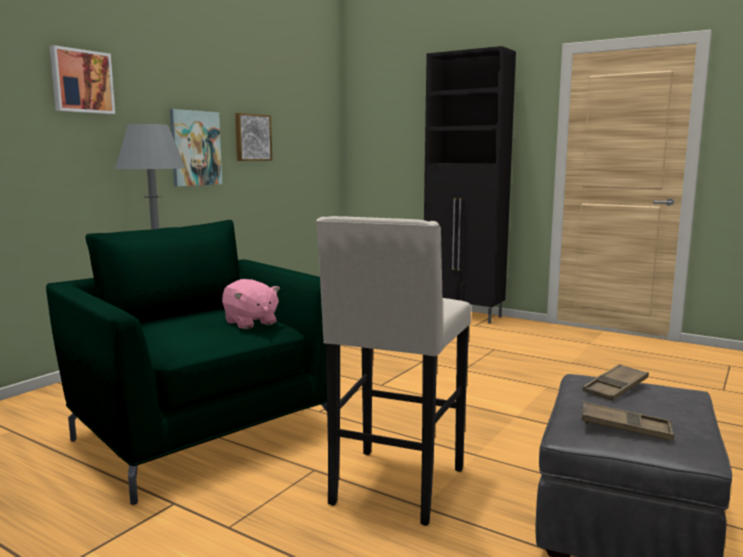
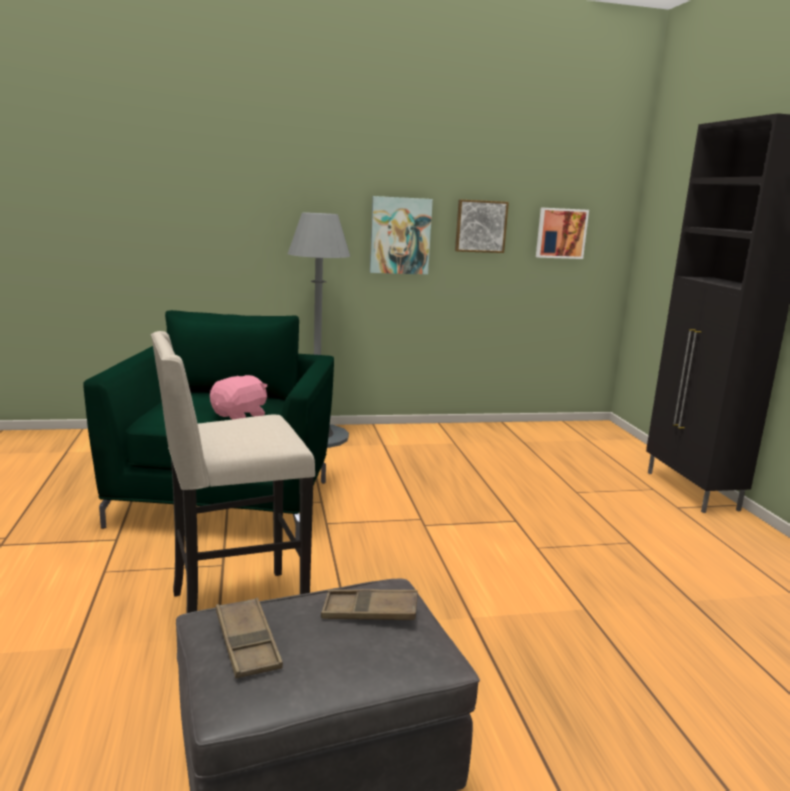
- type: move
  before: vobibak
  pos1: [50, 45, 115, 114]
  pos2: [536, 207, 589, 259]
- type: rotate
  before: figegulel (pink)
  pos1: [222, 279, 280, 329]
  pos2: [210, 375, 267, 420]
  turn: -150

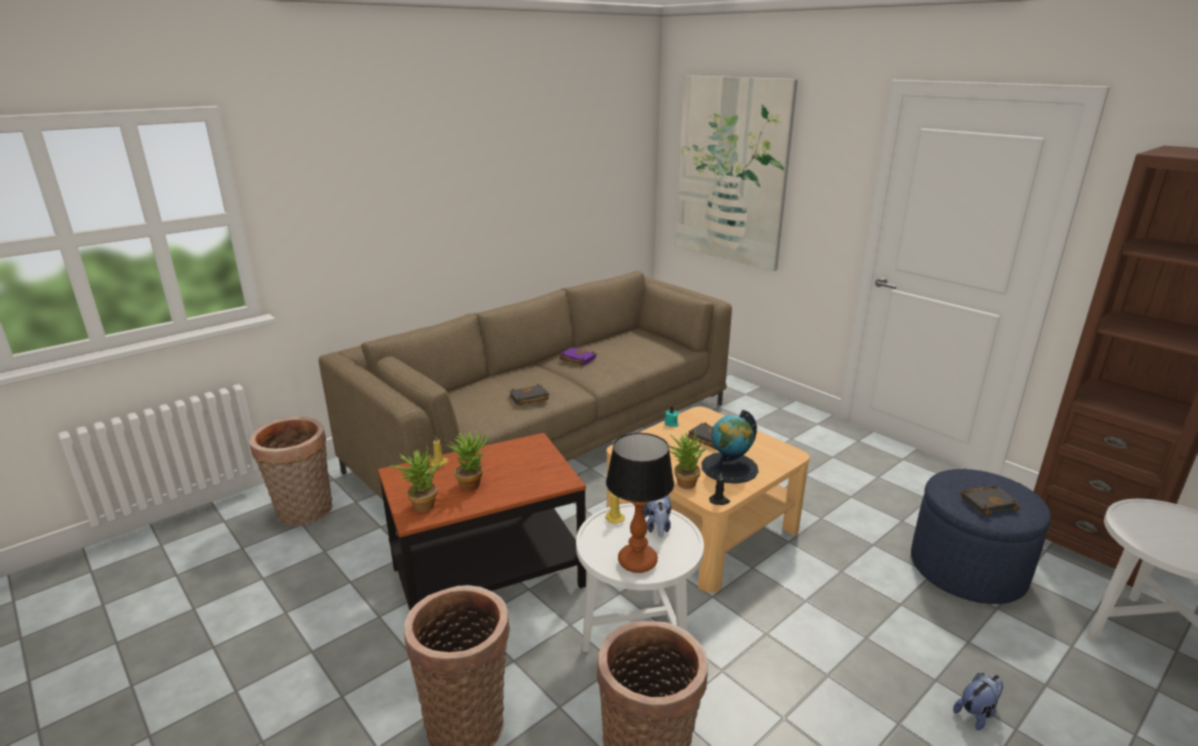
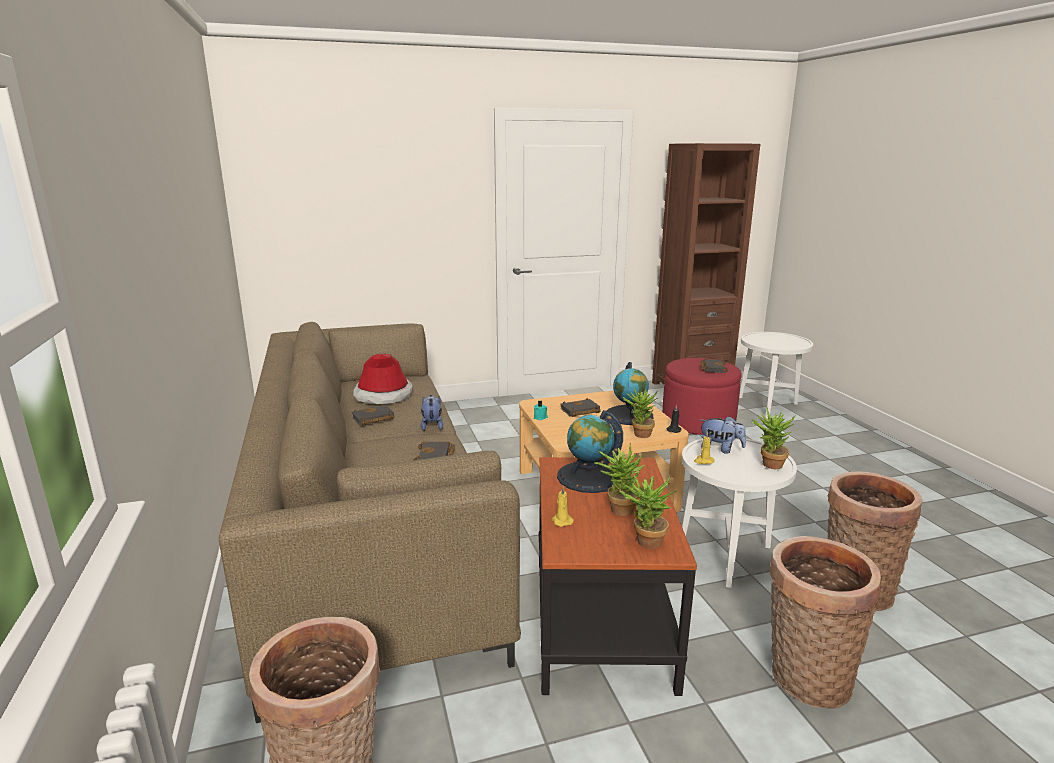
- type: delete
  before: vobibak
  pos1: [675, 75, 798, 271]
- type: recolor
  before: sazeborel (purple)
  after: sazeborel (black)
  pos1: [559, 347, 597, 365]
  pos2: [352, 404, 394, 426]
- type: replace
  before: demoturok
  after: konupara
  pos1: [606, 433, 674, 573]
  pos2: [751, 408, 796, 469]
- type: recolor
  before: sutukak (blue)
  after: sutukak (red)
  pos1: [911, 469, 1051, 604]
  pos2: [662, 358, 742, 435]
- type: move
  before: figegulel
  pos1: [953, 673, 1003, 730]
  pos2: [421, 395, 443, 431]
- type: insert
  after: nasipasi
  pos2: [353, 354, 413, 404]
- type: insert
  after: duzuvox
  pos2: [557, 410, 623, 493]

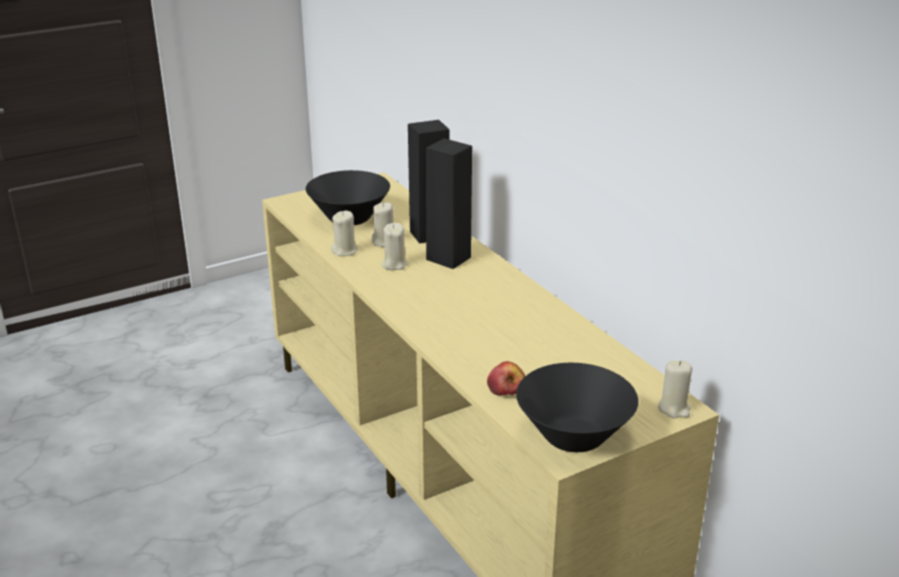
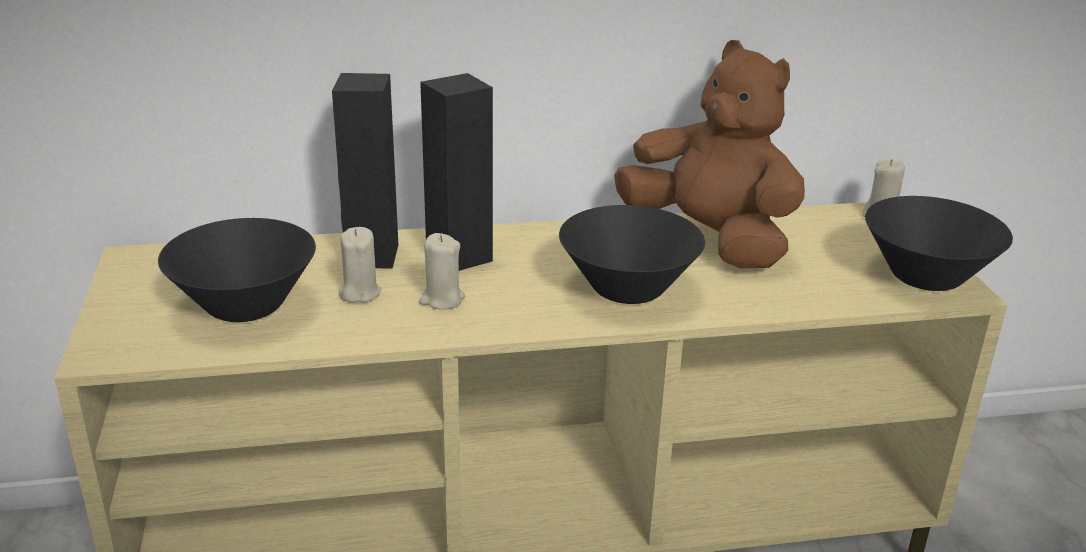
- type: delete
  before: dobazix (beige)
  pos1: [331, 211, 358, 256]
- type: delete
  before: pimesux
  pos1: [487, 361, 525, 395]
- type: insert
  after: figegulel (brown)
  pos2: [614, 40, 805, 268]
- type: insert
  after: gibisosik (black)
  pos2: [559, 205, 705, 304]

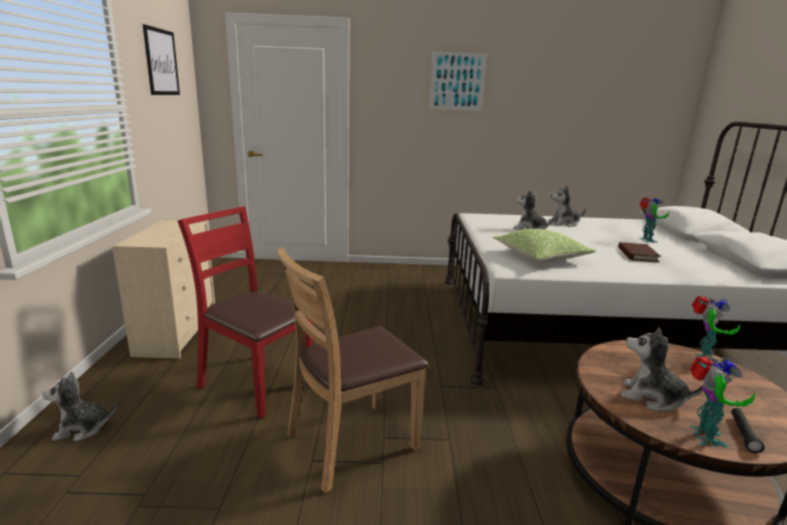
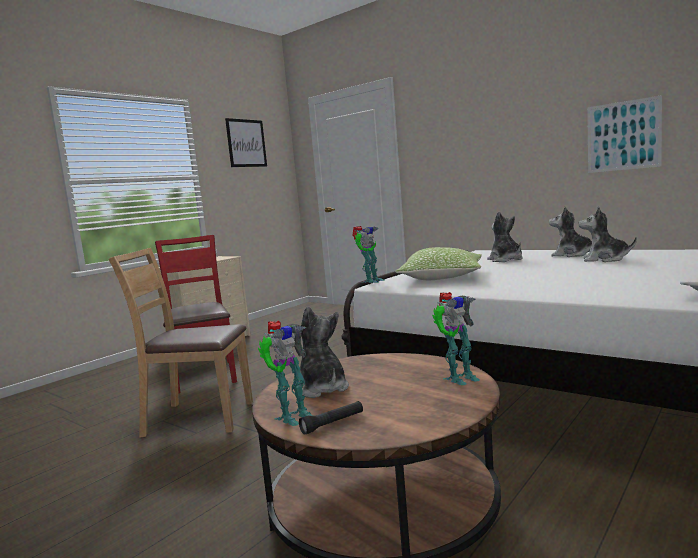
- type: move
  before: vobibak
  pos1: [429, 52, 487, 111]
  pos2: [587, 95, 662, 173]
- type: move
  before: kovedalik
  pos1: [638, 197, 669, 243]
  pos2: [352, 226, 384, 283]
- type: delete
  before: sazeborel (brown)
  pos1: [618, 242, 661, 262]
- type: move
  before: figegulel
  pos1: [42, 372, 116, 442]
  pos2: [578, 206, 637, 262]

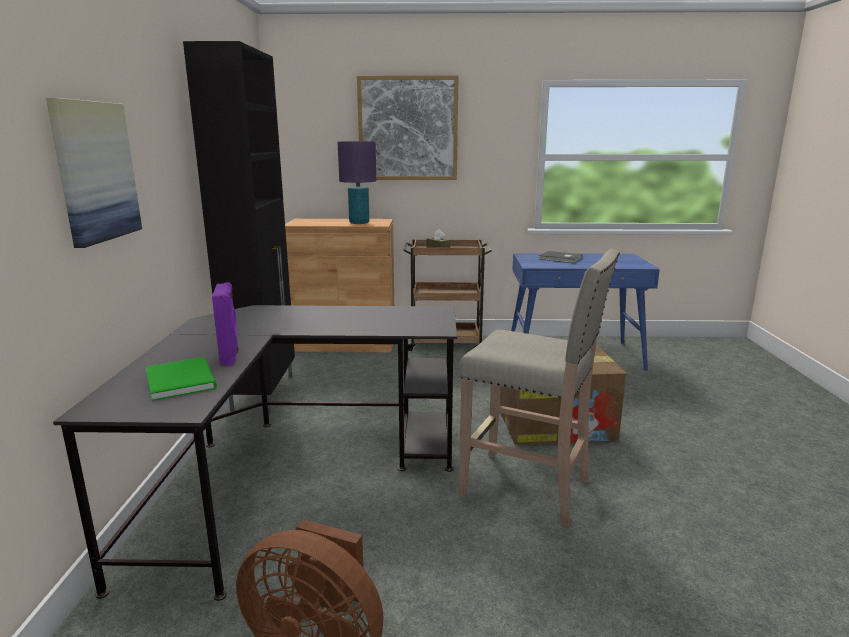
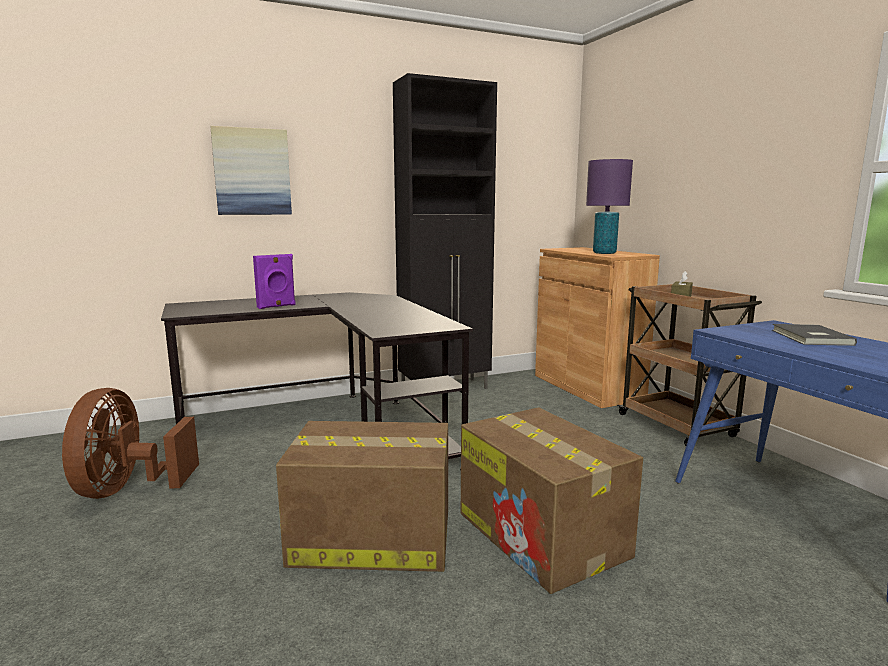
- type: delete
  before: vobibak
  pos1: [357, 75, 459, 180]
- type: replace
  before: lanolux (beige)
  after: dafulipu
  pos1: [459, 249, 620, 527]
  pos2: [276, 421, 448, 572]
- type: delete
  before: sazeborel (green)
  pos1: [146, 357, 217, 401]

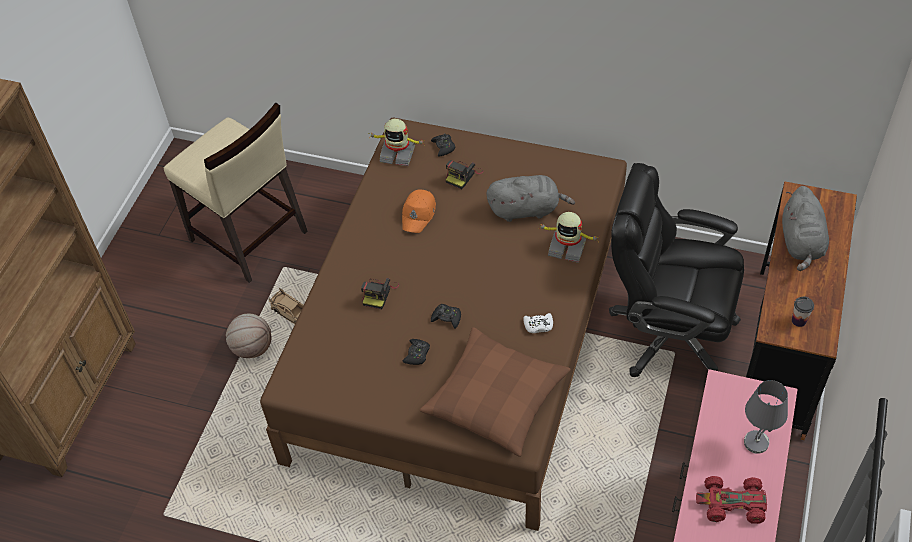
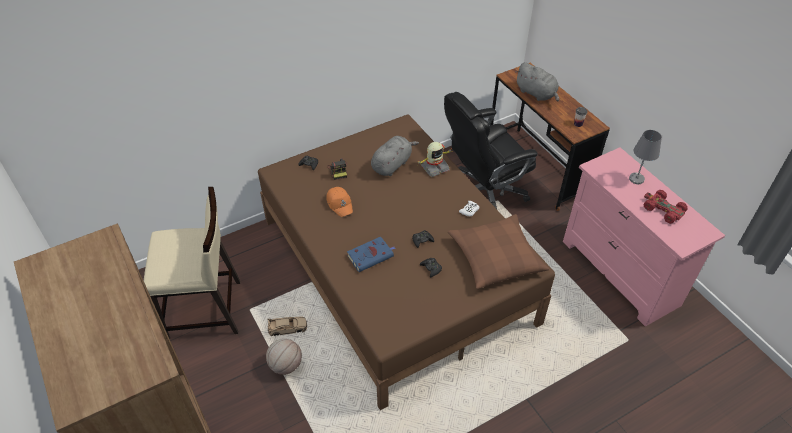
- type: delete
  before: kovedalik
  pos1: [368, 119, 425, 166]
- type: replace
  before: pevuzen
  after: sazeborel (blue)
  pos1: [361, 278, 399, 309]
  pos2: [347, 237, 396, 272]
- type: rotate
  before: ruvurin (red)
  pos1: [696, 476, 767, 524]
  pos2: [644, 190, 688, 224]
  turn: 90

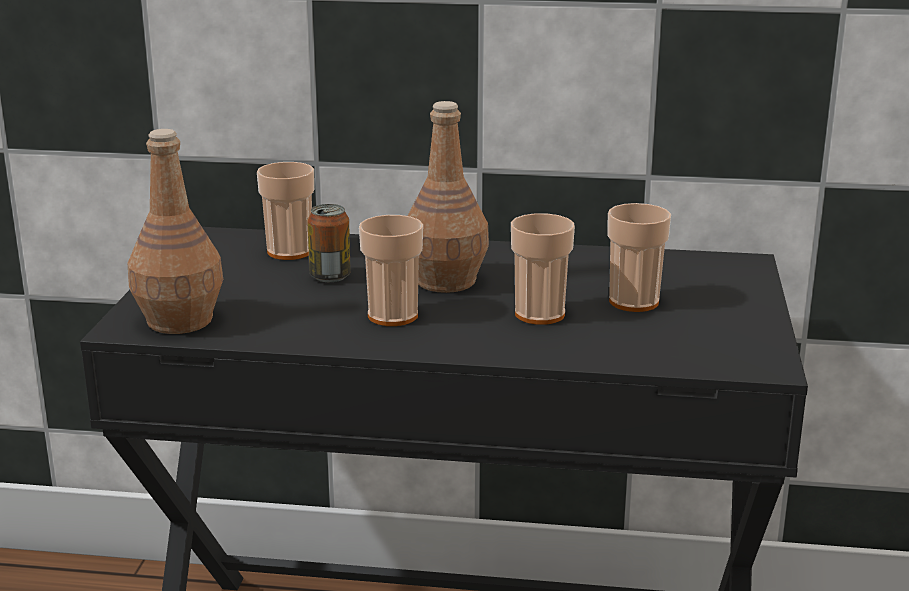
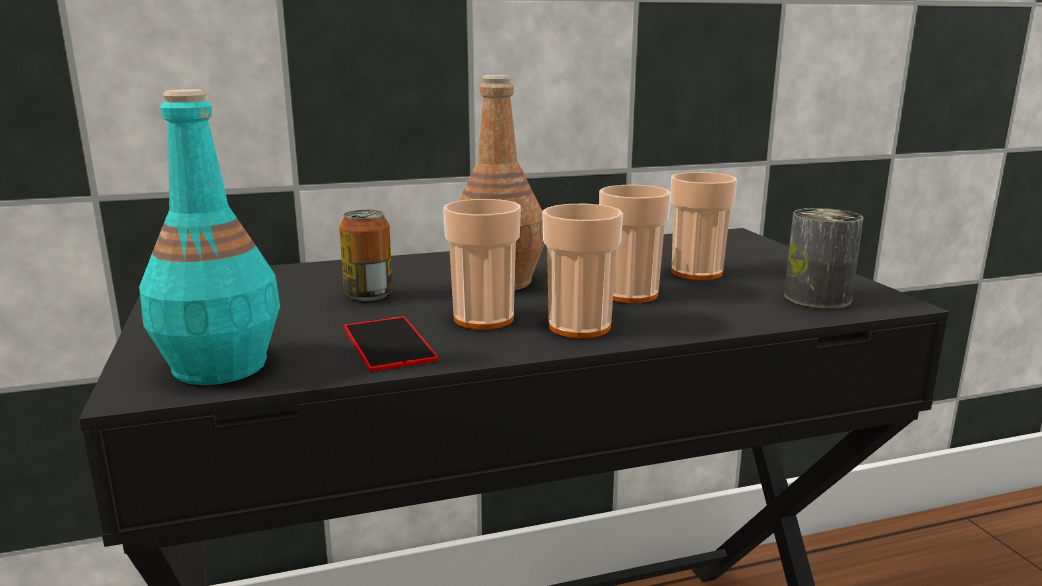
- type: recolor
  before: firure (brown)
  after: firure (turquoise)
  pos1: [128, 129, 223, 334]
  pos2: [139, 89, 280, 385]
- type: move
  before: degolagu
  pos1: [257, 162, 314, 260]
  pos2: [542, 204, 623, 338]
- type: insert
  after: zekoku
  pos2: [784, 208, 863, 309]
- type: insert
  after: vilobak
  pos2: [344, 316, 438, 372]

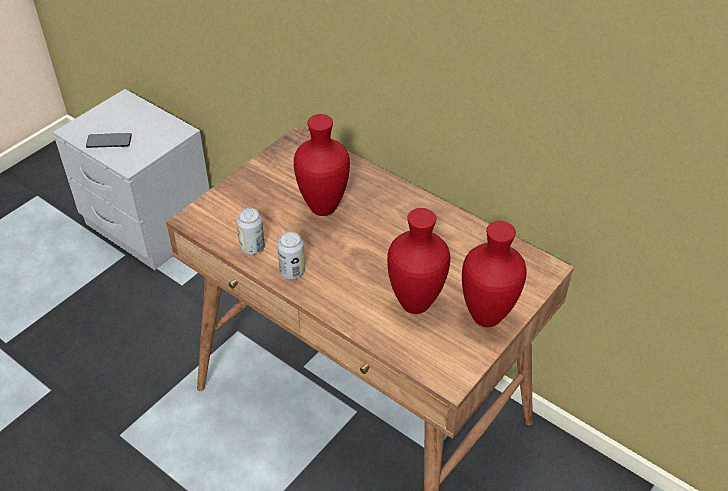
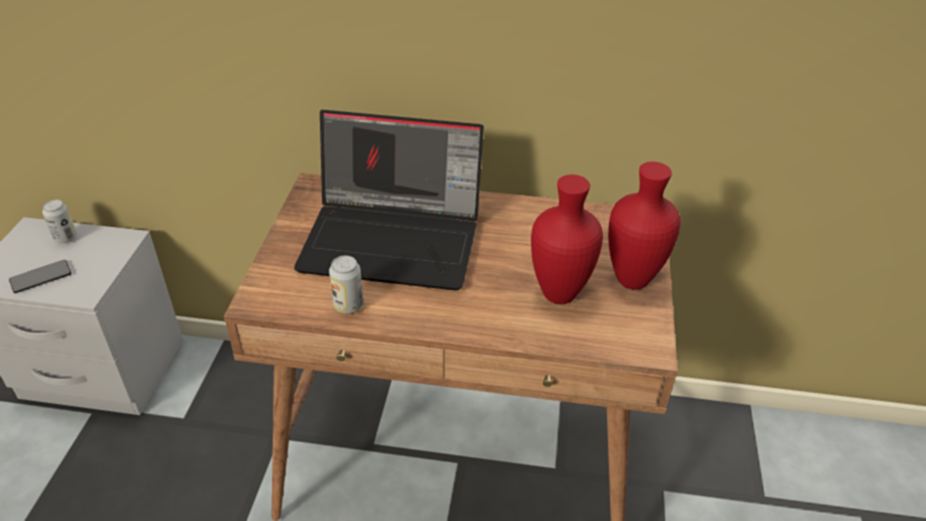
- type: replace
  before: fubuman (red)
  after: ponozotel
  pos1: [294, 114, 350, 216]
  pos2: [294, 110, 484, 291]
- type: move
  before: zekoku
  pos1: [277, 232, 305, 279]
  pos2: [42, 200, 77, 243]

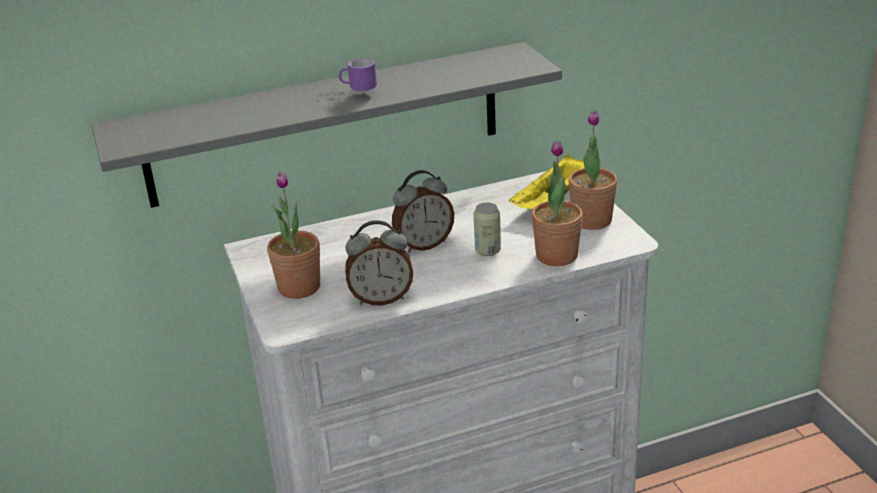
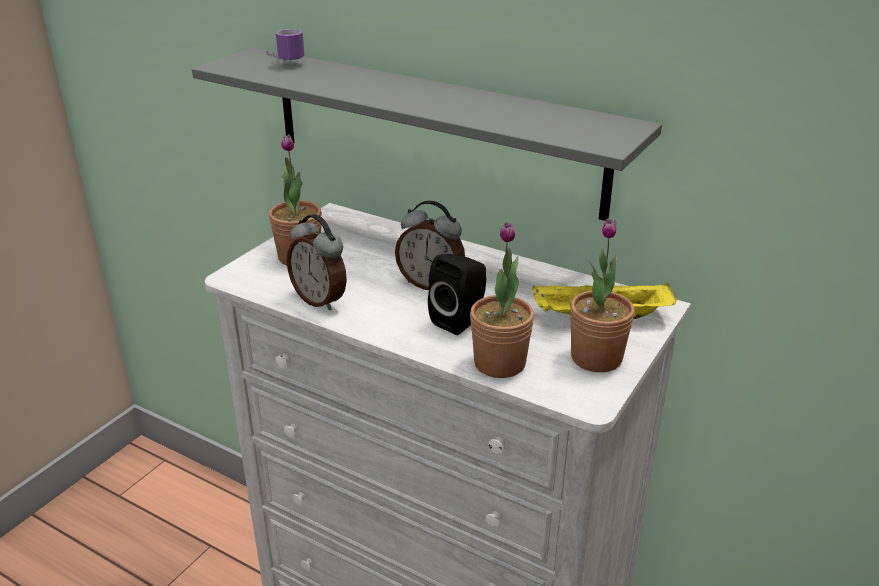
- type: move
  before: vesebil
  pos1: [318, 58, 377, 97]
  pos2: [266, 29, 304, 64]
- type: replace
  before: zekoku
  after: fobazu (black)
  pos1: [474, 202, 501, 256]
  pos2: [428, 254, 486, 335]

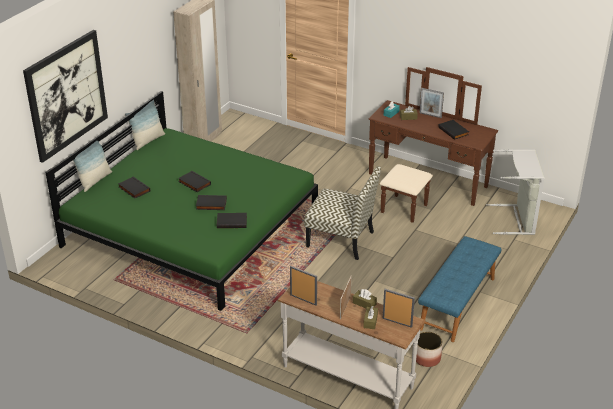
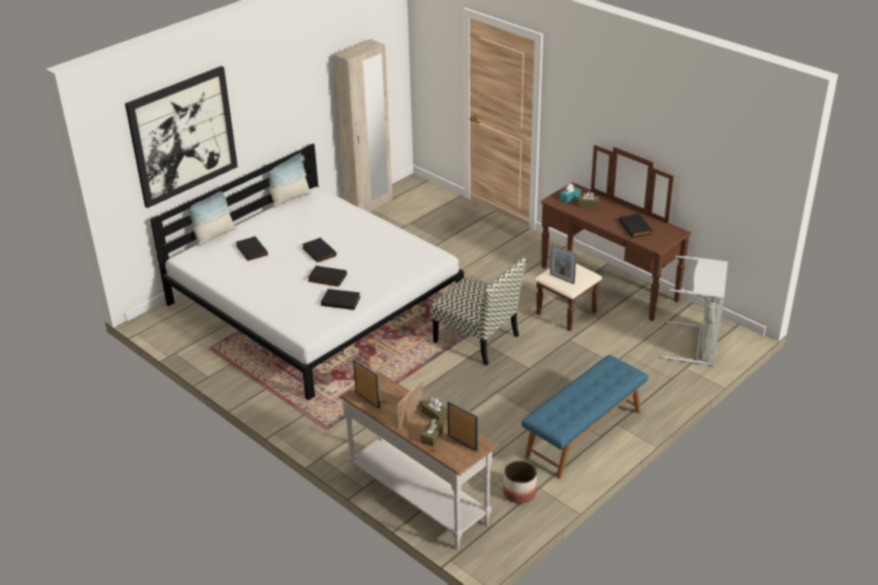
- type: move
  before: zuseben
  pos1: [419, 88, 444, 118]
  pos2: [550, 244, 576, 284]
- type: recolor
  before: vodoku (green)
  after: vodoku (white)
  pos1: [45, 91, 318, 311]
  pos2: [150, 143, 464, 401]

